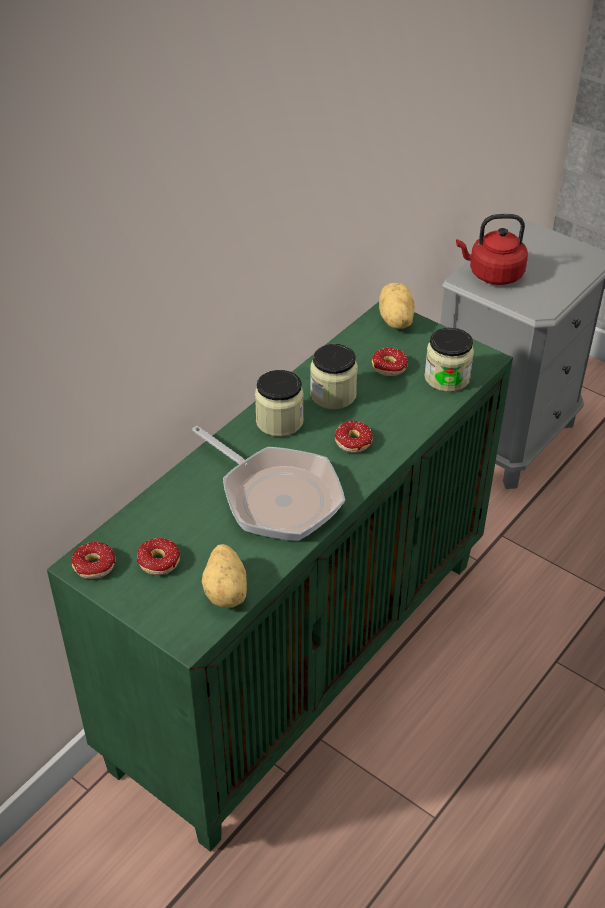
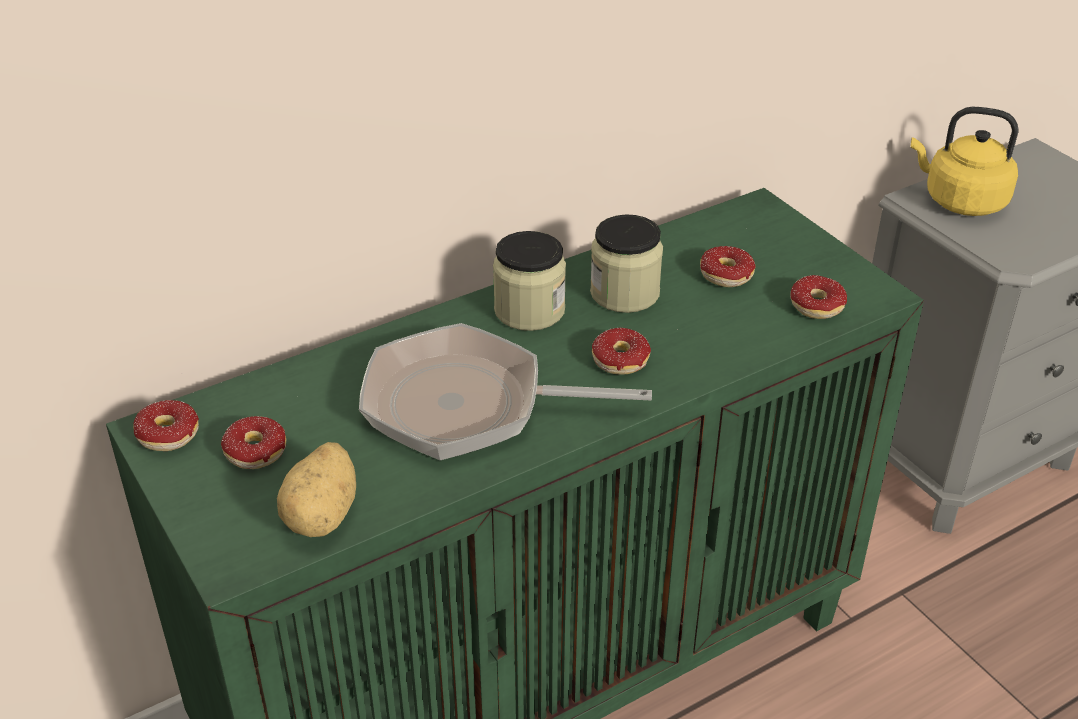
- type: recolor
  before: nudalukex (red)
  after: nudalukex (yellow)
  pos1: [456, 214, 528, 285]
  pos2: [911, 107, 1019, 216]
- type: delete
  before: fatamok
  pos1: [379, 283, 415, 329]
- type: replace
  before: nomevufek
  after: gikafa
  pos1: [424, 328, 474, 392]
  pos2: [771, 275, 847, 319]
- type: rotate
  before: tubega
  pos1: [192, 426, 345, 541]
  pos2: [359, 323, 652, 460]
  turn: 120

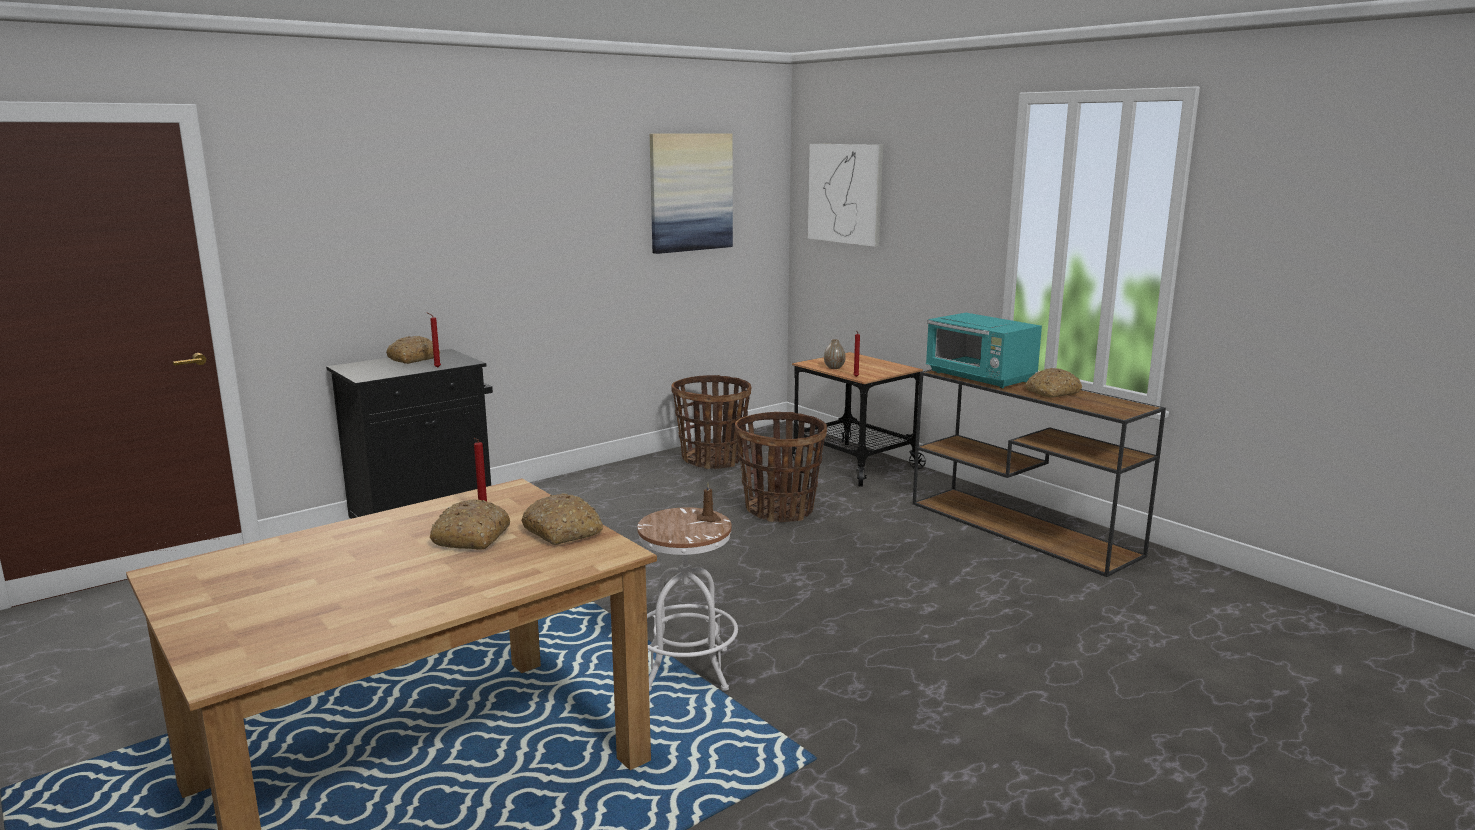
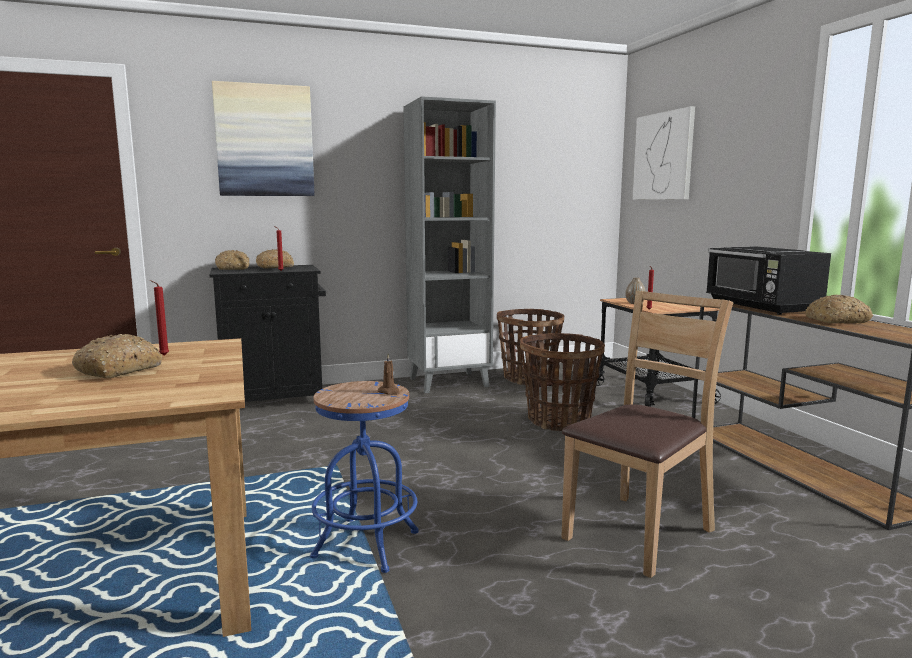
- type: move
  before: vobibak
  pos1: [650, 133, 733, 254]
  pos2: [212, 81, 315, 196]
- type: recolor
  before: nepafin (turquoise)
  after: nepafin (black)
  pos1: [926, 313, 1042, 388]
  pos2: [706, 246, 831, 315]
- type: move
  before: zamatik
  pos1: [521, 493, 603, 545]
  pos2: [215, 250, 249, 270]
- type: recolor
  before: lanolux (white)
  after: lanolux (blue)
  pos1: [637, 507, 738, 691]
  pos2: [310, 381, 419, 573]
- type: insert
  after: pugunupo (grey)
  pos2: [403, 96, 496, 393]
- type: insert
  after: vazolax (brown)
  pos2: [561, 291, 733, 578]

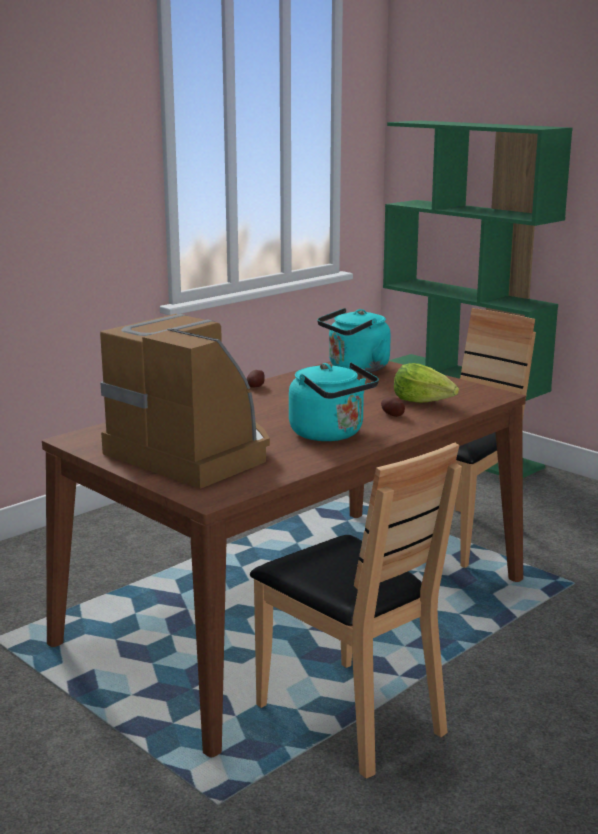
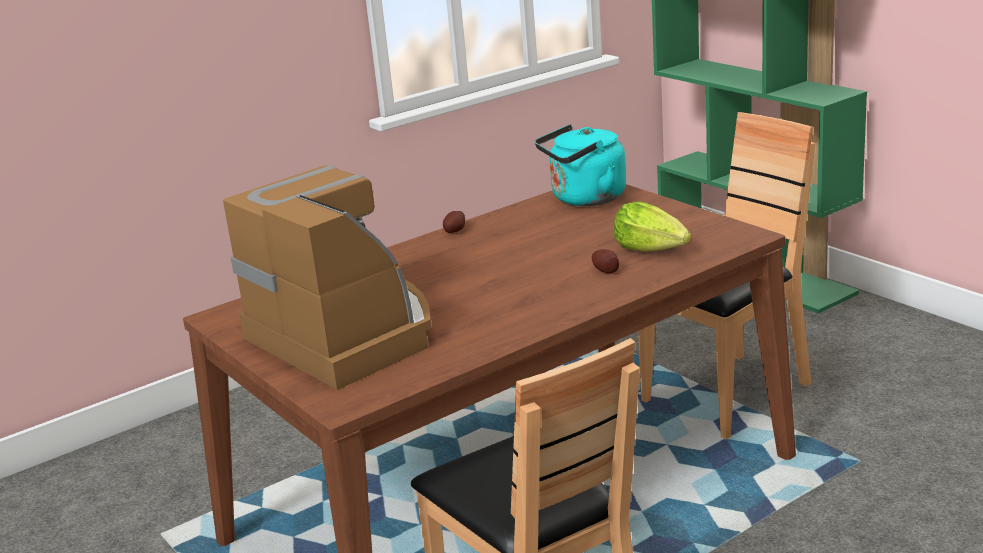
- type: delete
  before: nudalukex (turquoise)
  pos1: [289, 362, 379, 441]

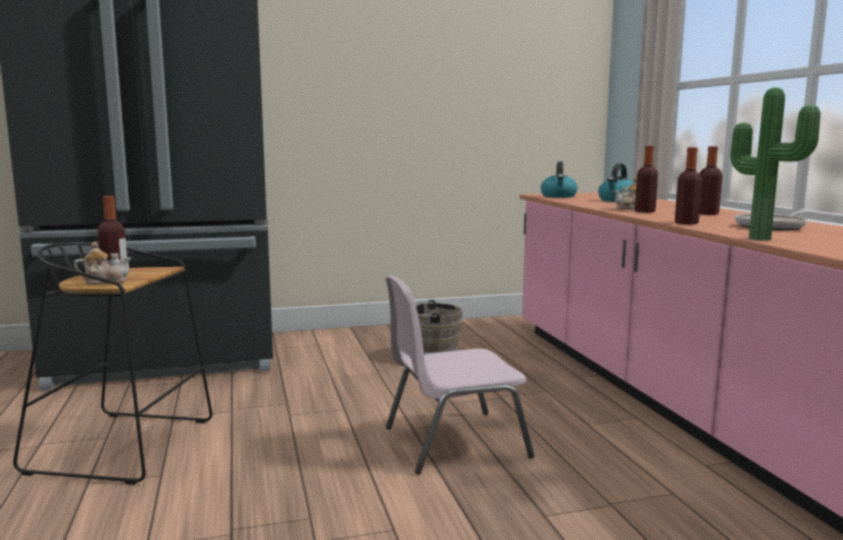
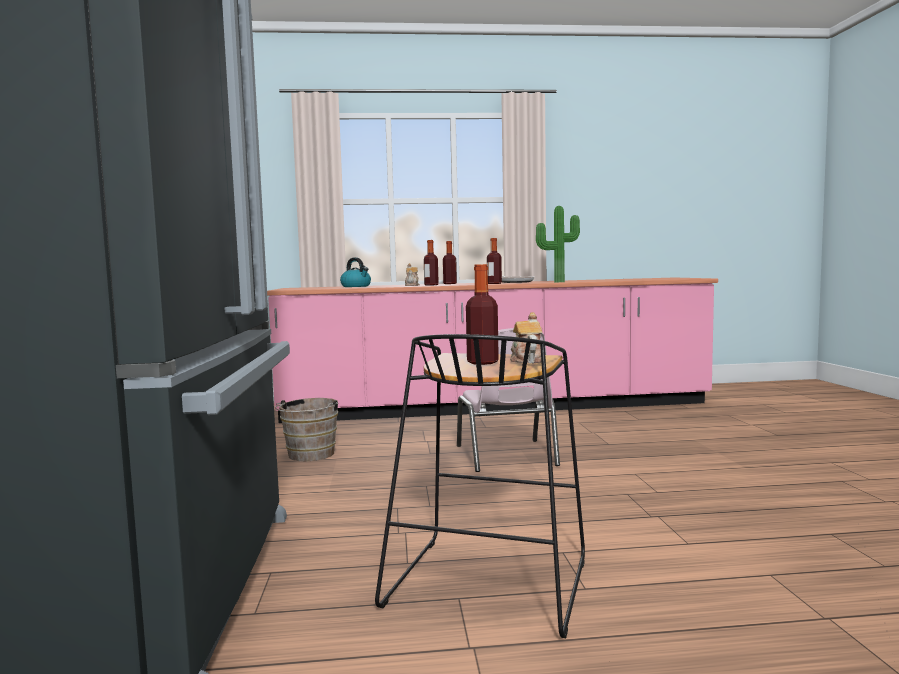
- type: delete
  before: nudalukex
  pos1: [541, 161, 578, 198]

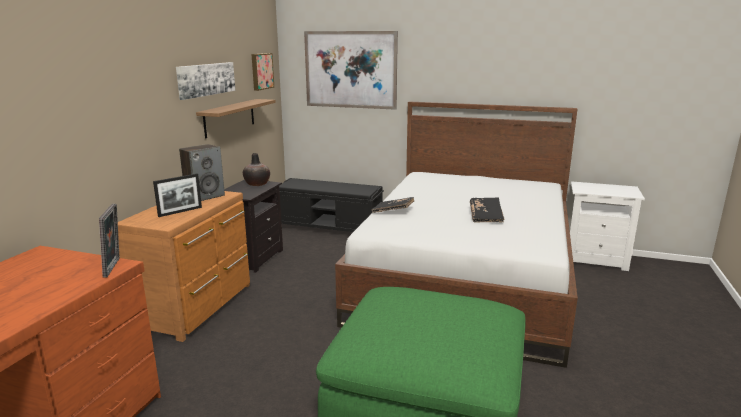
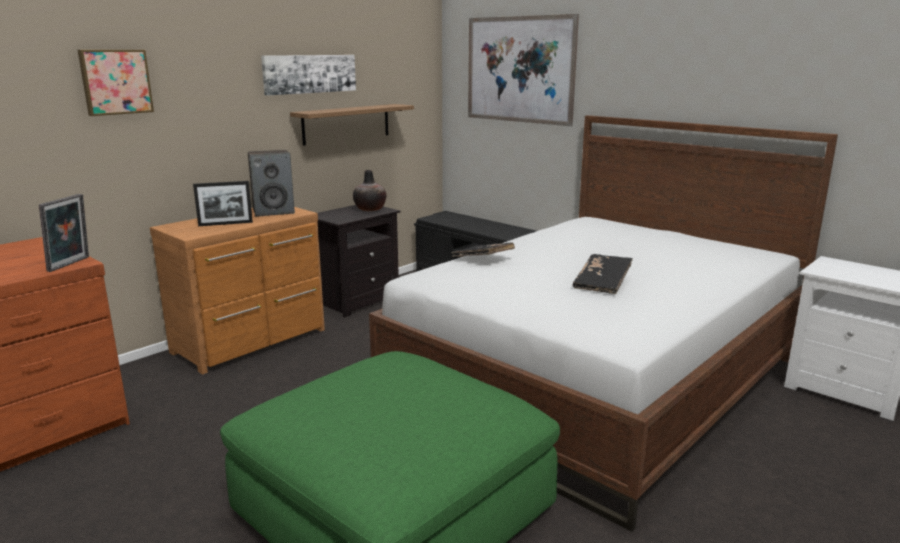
- type: move
  before: vobibak
  pos1: [252, 53, 274, 91]
  pos2: [78, 50, 154, 116]

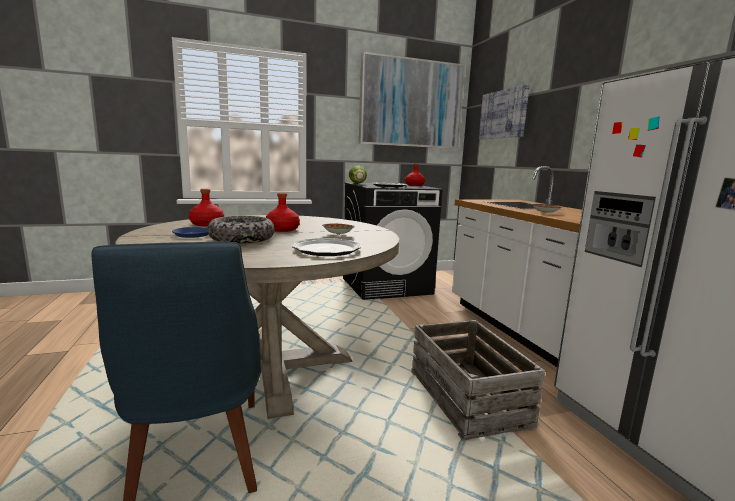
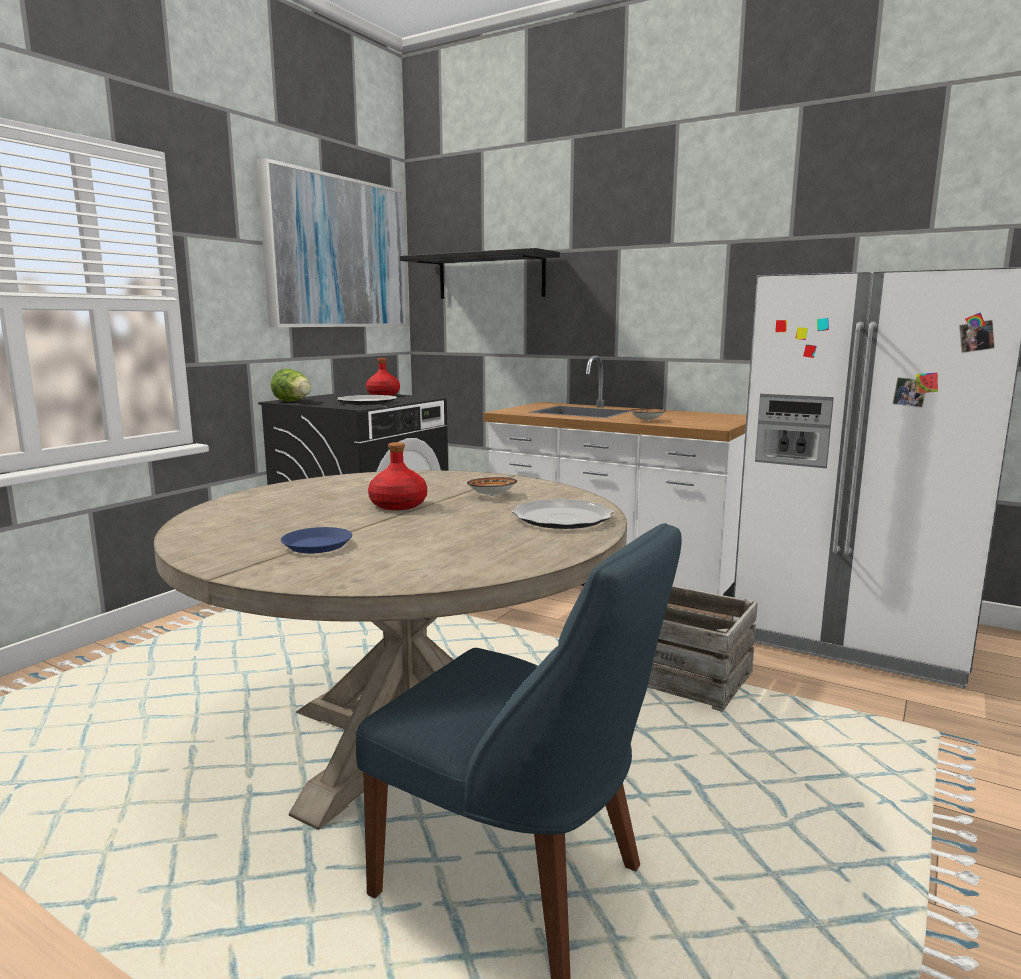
- type: replace
  before: vobibak
  after: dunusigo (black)
  pos1: [479, 84, 530, 139]
  pos2: [400, 248, 560, 299]
- type: delete
  before: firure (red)
  pos1: [189, 189, 224, 226]
- type: delete
  before: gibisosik
  pos1: [207, 216, 275, 244]

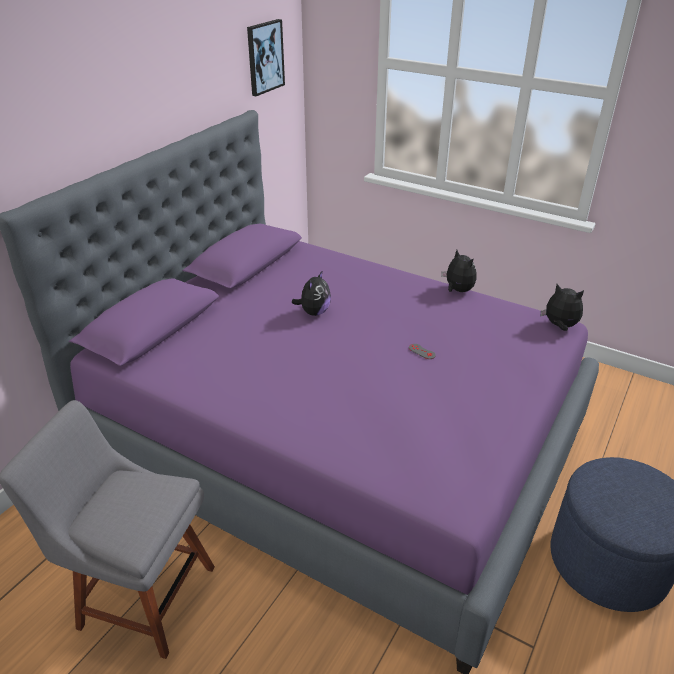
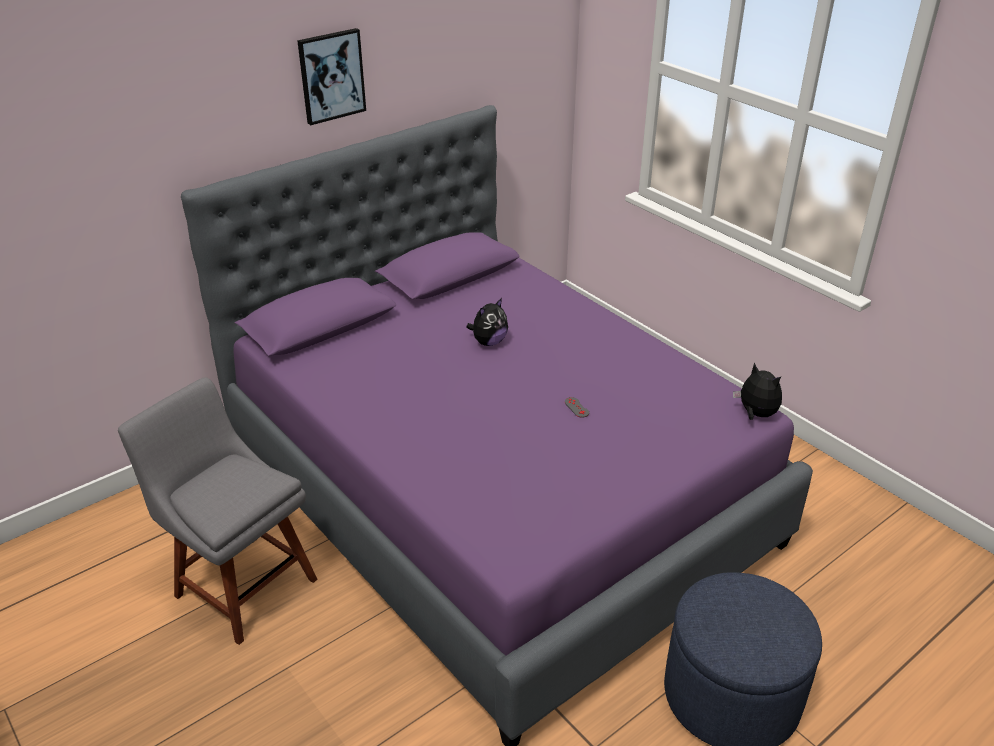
- type: move
  before: vobibak
  pos1: [247, 19, 285, 96]
  pos2: [297, 28, 366, 125]
- type: delete
  before: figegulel
  pos1: [441, 250, 477, 292]

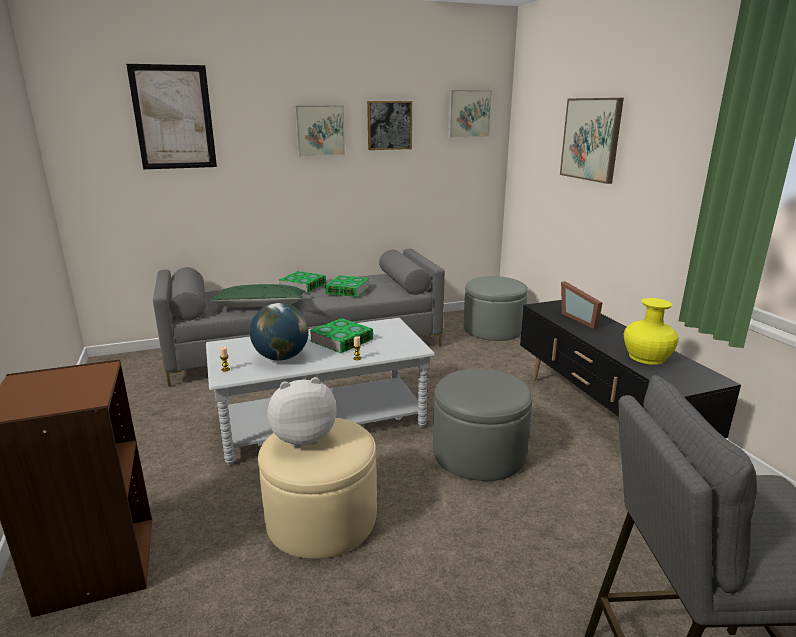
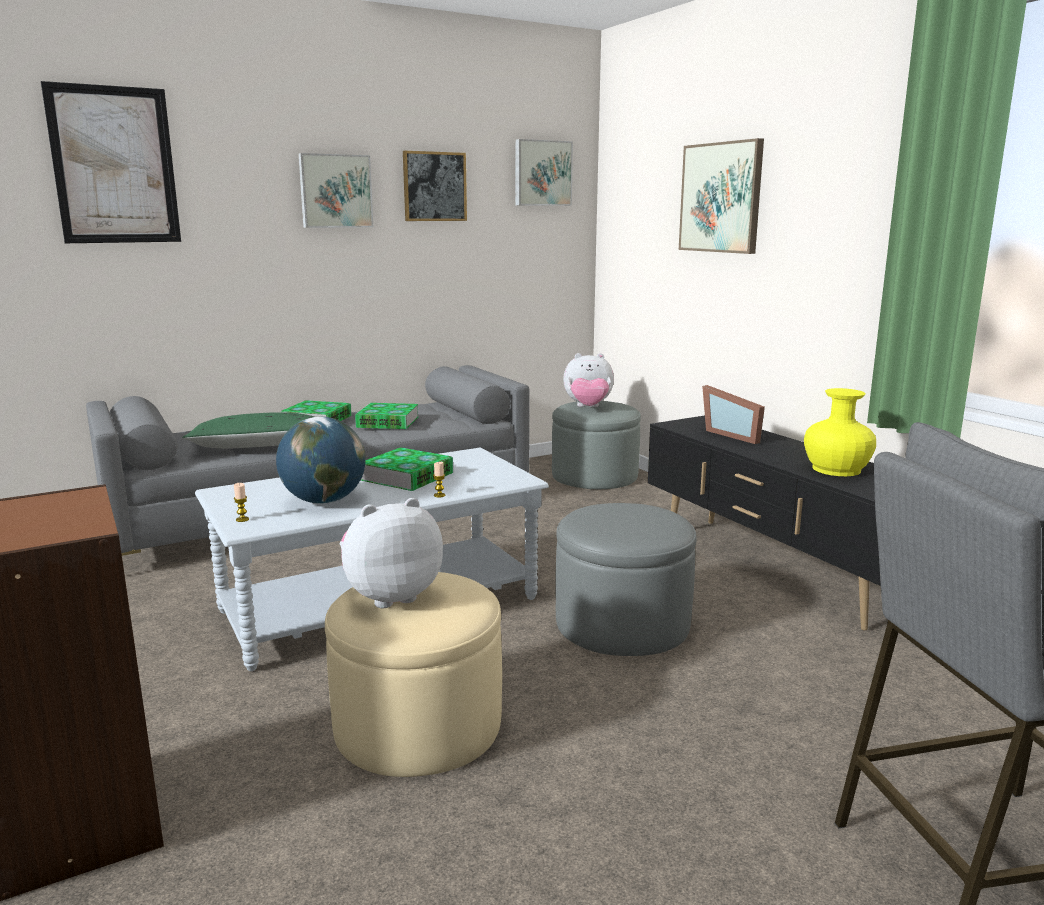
- type: insert
  after: figegulel
  pos2: [563, 353, 614, 407]

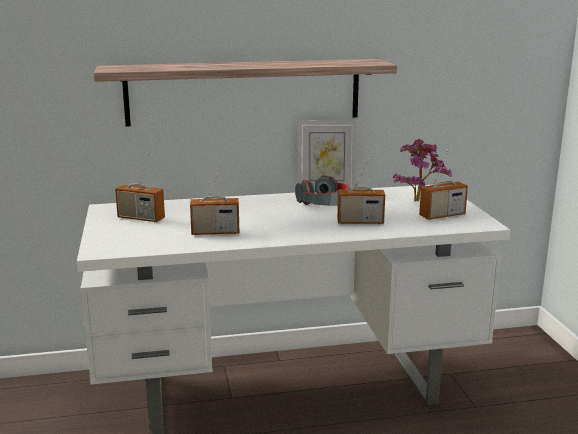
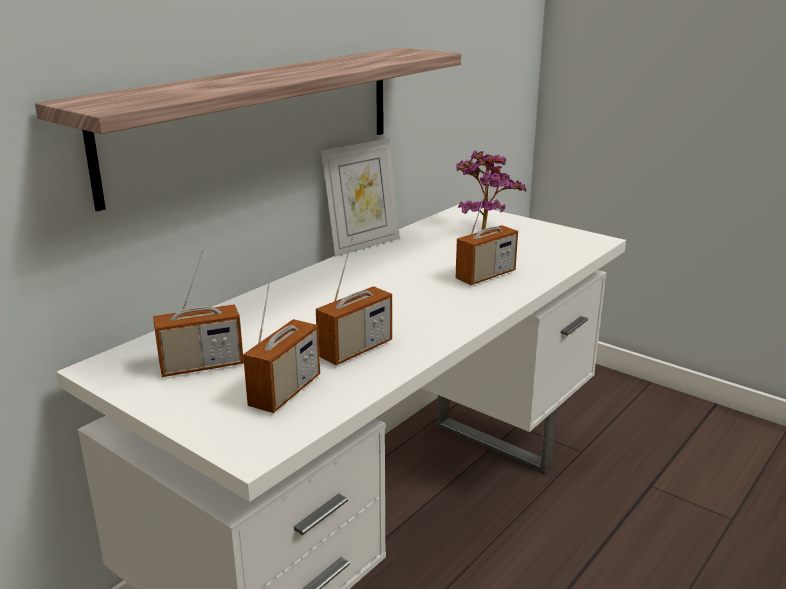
- type: move
  before: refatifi
  pos1: [419, 150, 468, 220]
  pos2: [243, 268, 320, 413]
- type: delete
  before: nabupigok
  pos1: [295, 175, 350, 206]

